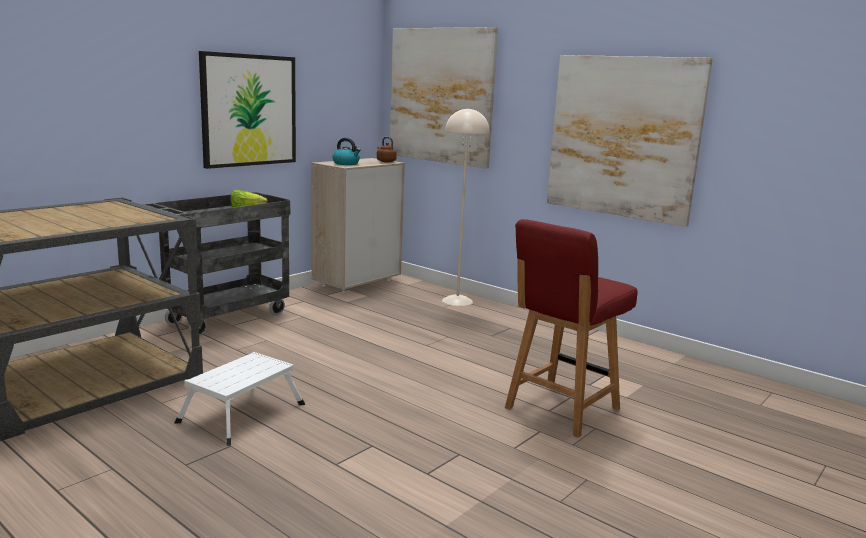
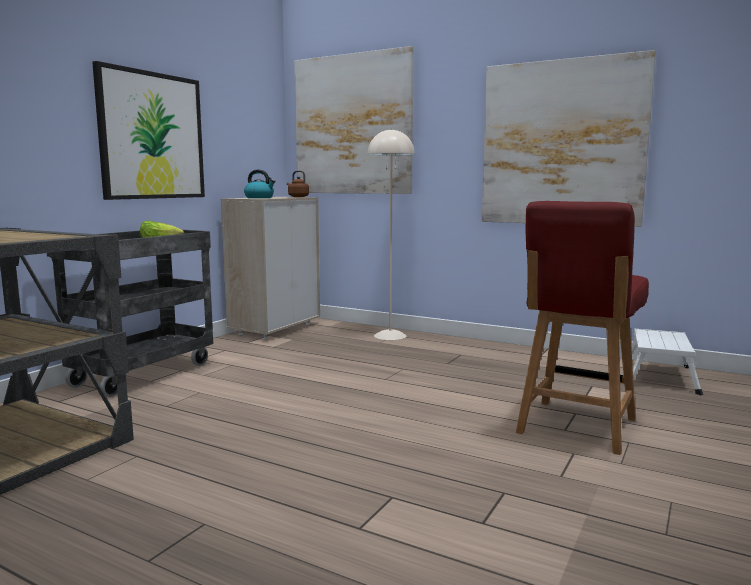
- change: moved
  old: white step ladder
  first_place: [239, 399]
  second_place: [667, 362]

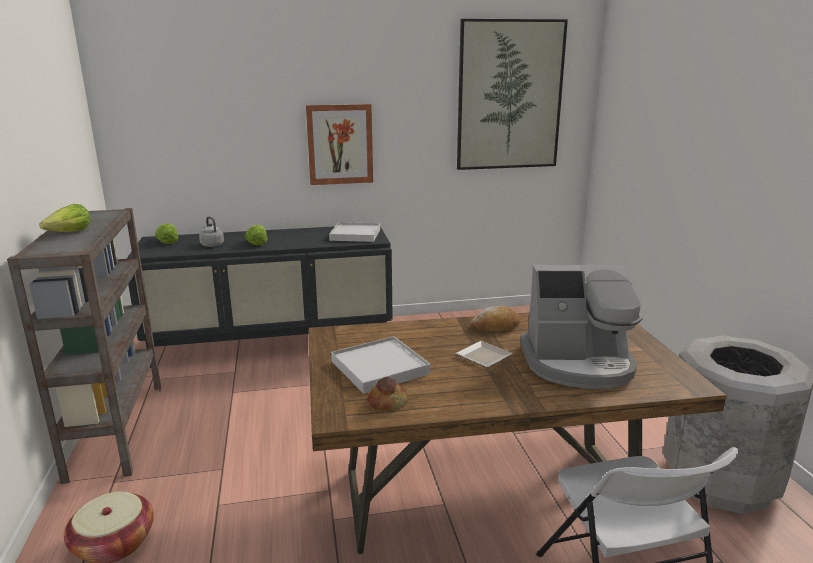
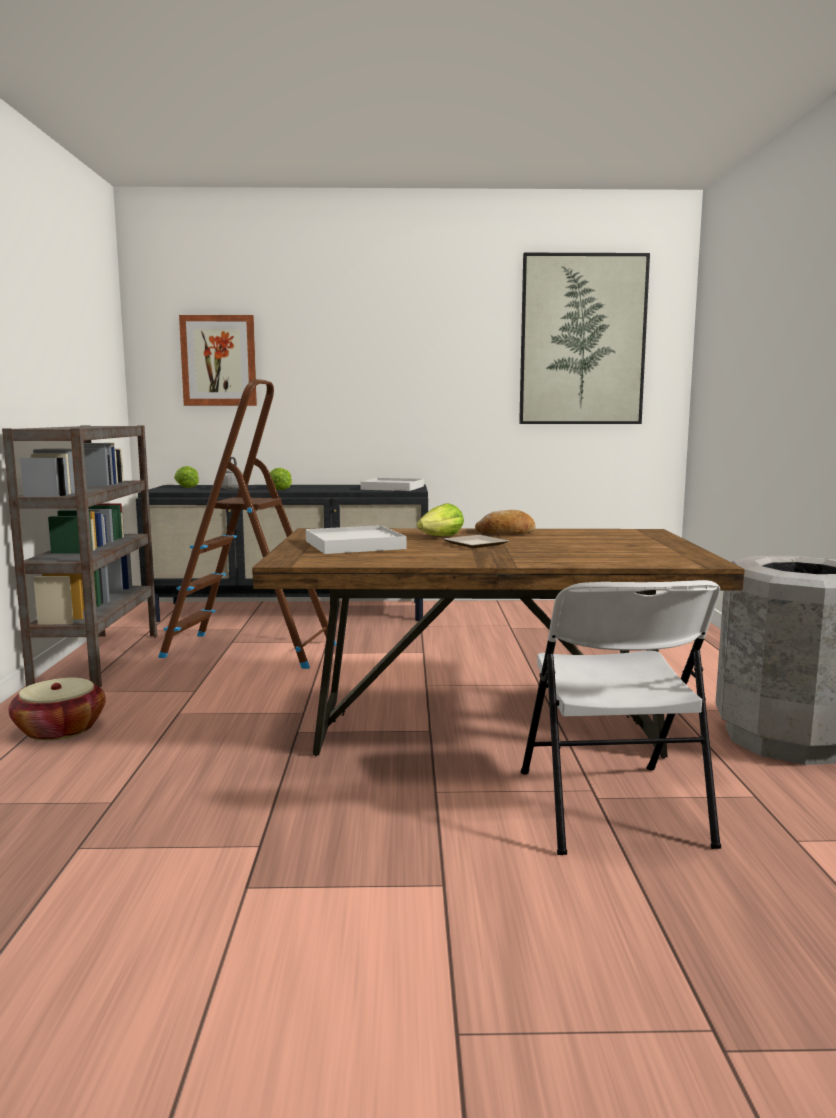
- change: moved
  old: picture
  first_place: [339, 144]
  second_place: [218, 360]
- change: moved
  old: lettuce
  first_place: [64, 218]
  second_place: [440, 519]
- change: removed
  old: coffee machine
  first_place: [581, 327]
- change: removed
  old: bread
  first_place: [387, 394]
- change: added
  new: brown step ladder
  second_place: [247, 524]

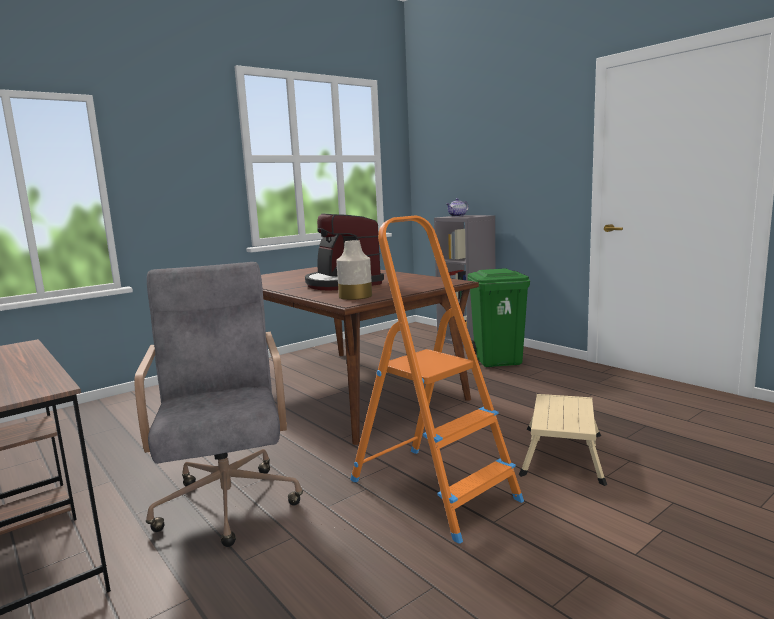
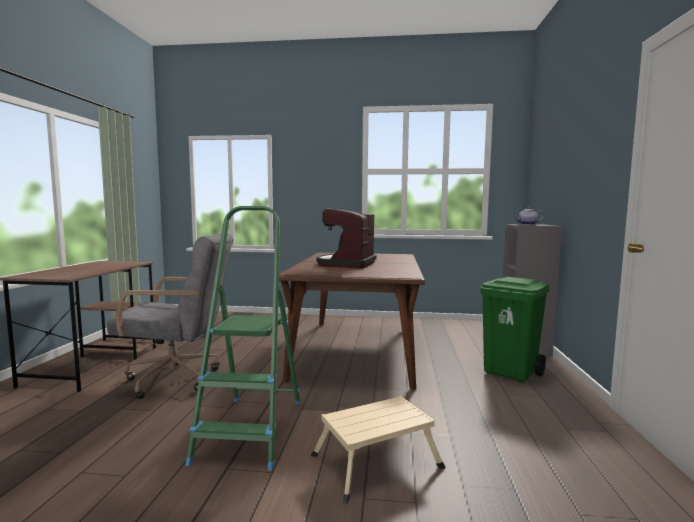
- change: recoloured
  old: orange step ladder
  new: green step ladder
  first_place: [437, 380]
  second_place: [242, 338]
- change: removed
  old: beige vase
  first_place: [354, 270]
- change: turned
  old: grey office chair
  first_place: [218, 404]
  second_place: [170, 316]
  degrees: 60

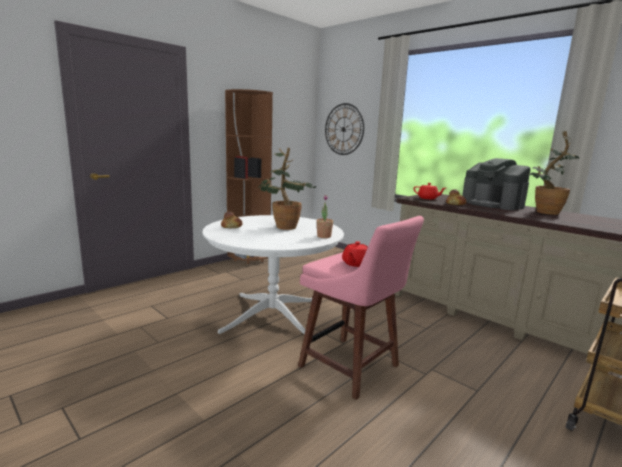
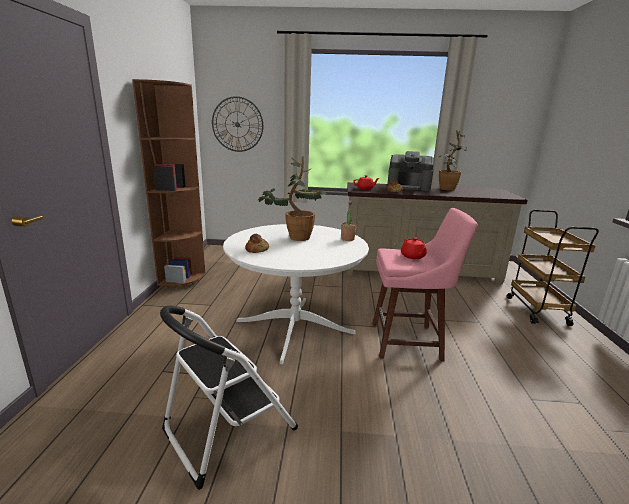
- change: added
  new: step ladder
  second_place: [229, 398]

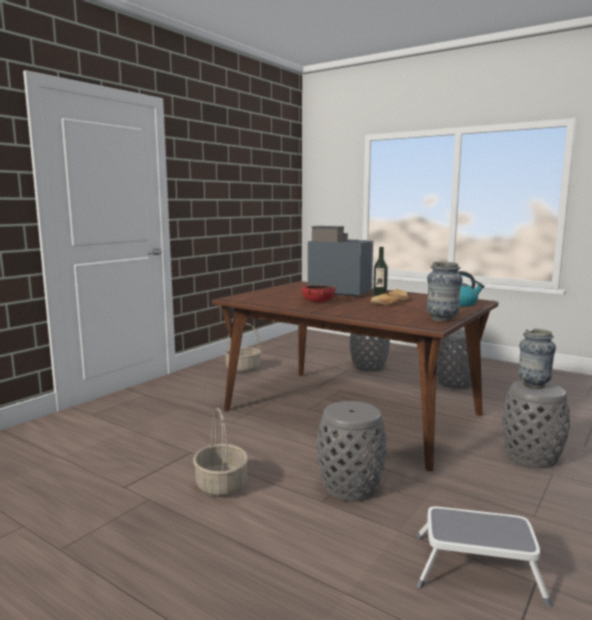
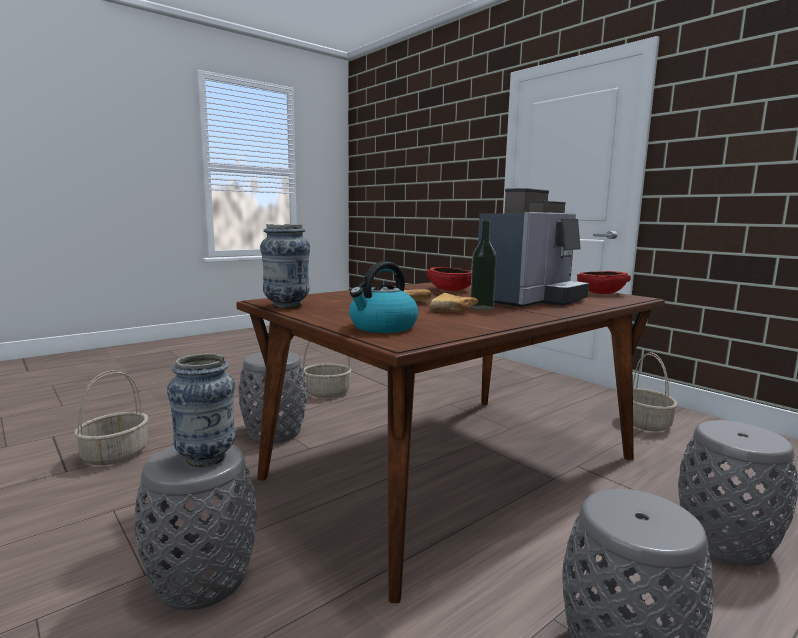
- change: replaced
  old: grey step ladder
  new: basket
  first_place: [484, 557]
  second_place: [111, 418]
- change: added
  new: red bowl
  second_place: [604, 282]

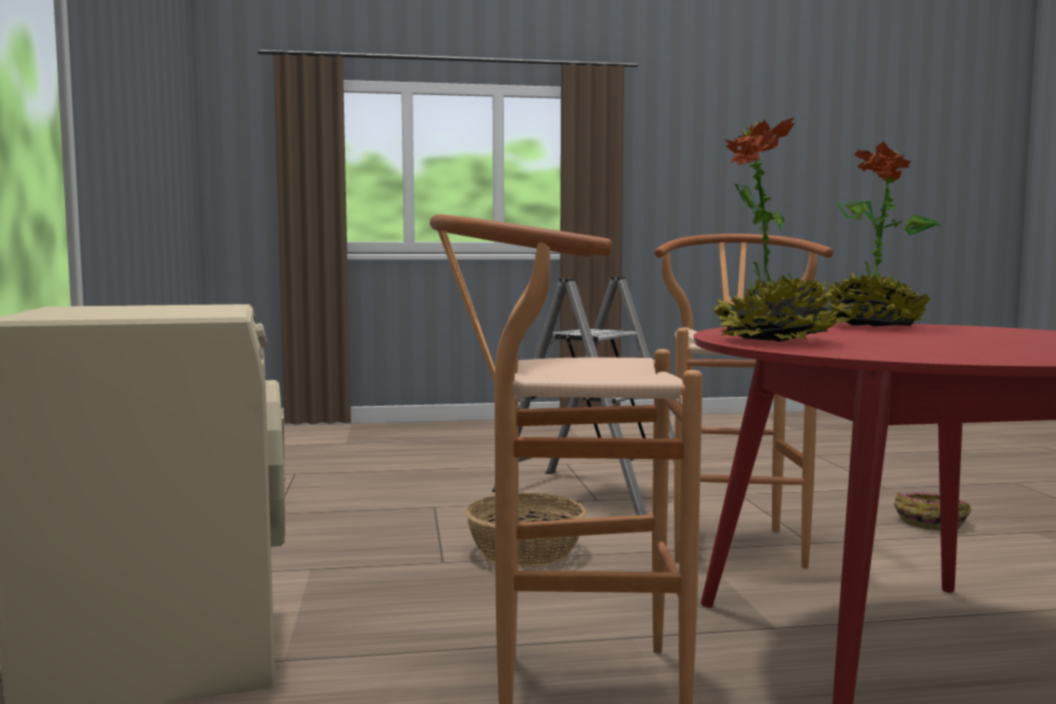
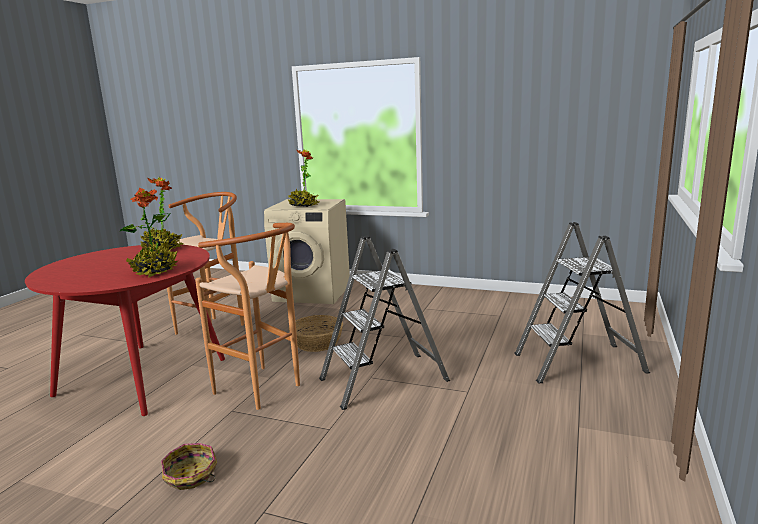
- change: added
  new: potted plant
  second_place: [303, 178]
- change: added
  new: grey step ladder
  second_place: [582, 302]

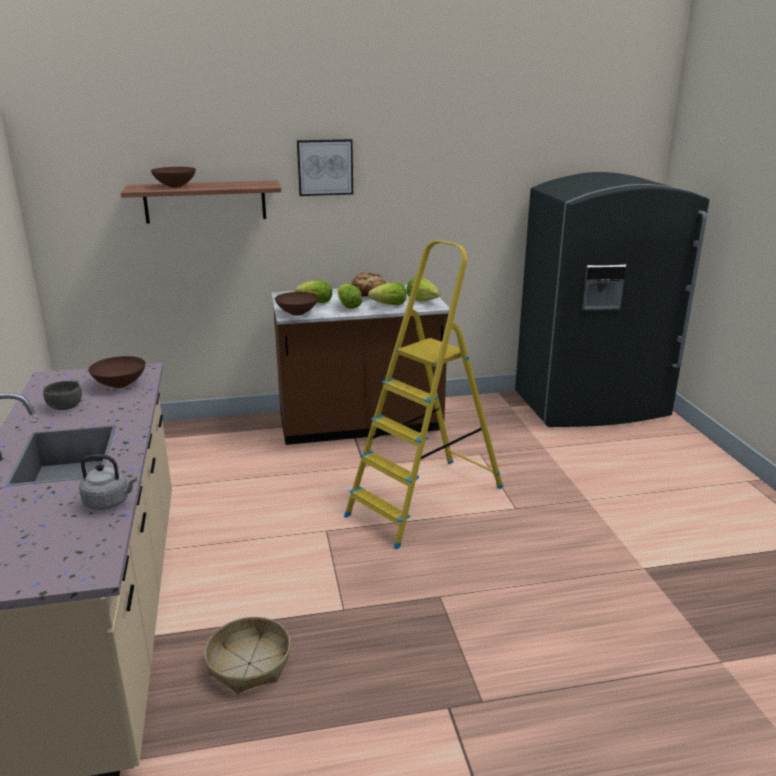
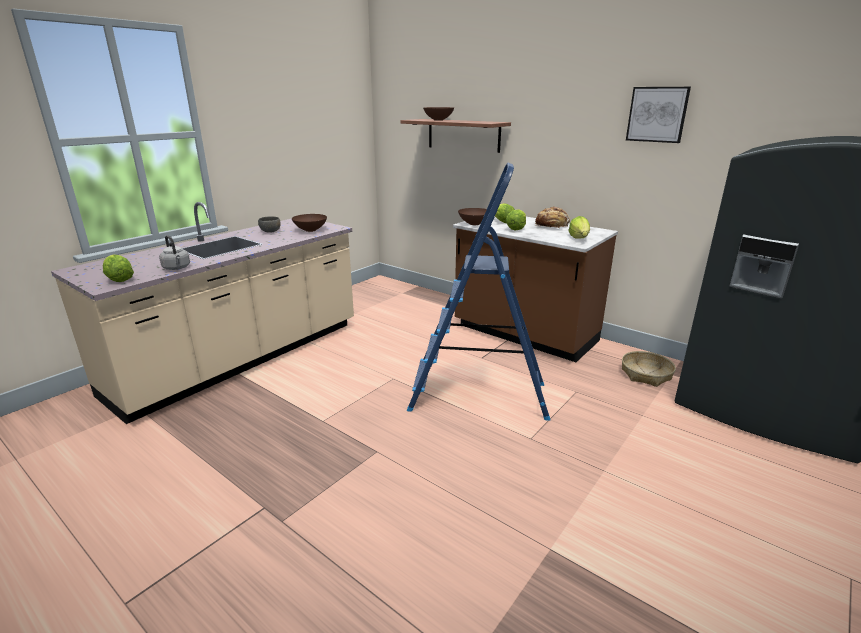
- change: moved
  old: picture
  first_place: [325, 167]
  second_place: [658, 115]
- change: recoloured
  old: yellow step ladder
  new: blue step ladder
  first_place: [423, 394]
  second_place: [478, 292]
- change: moved
  old: lettuce
  first_place: [387, 293]
  second_place: [118, 268]
- change: moved
  old: basket
  first_place: [247, 655]
  second_place: [649, 369]

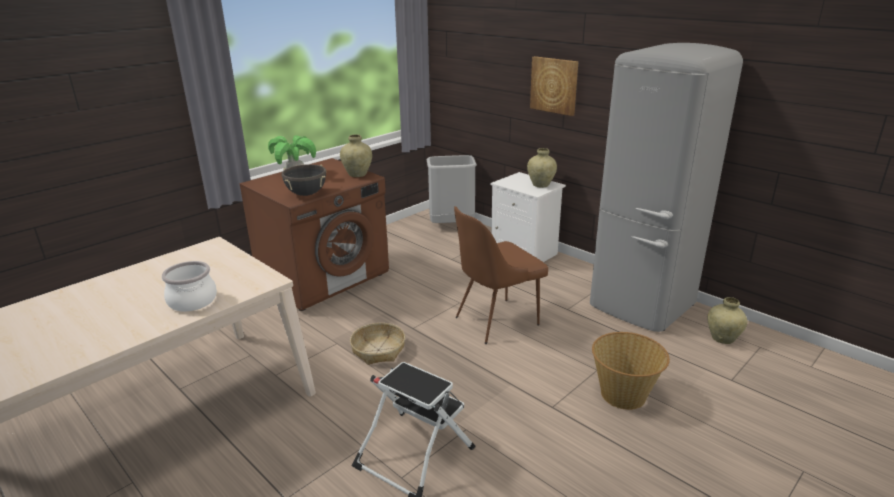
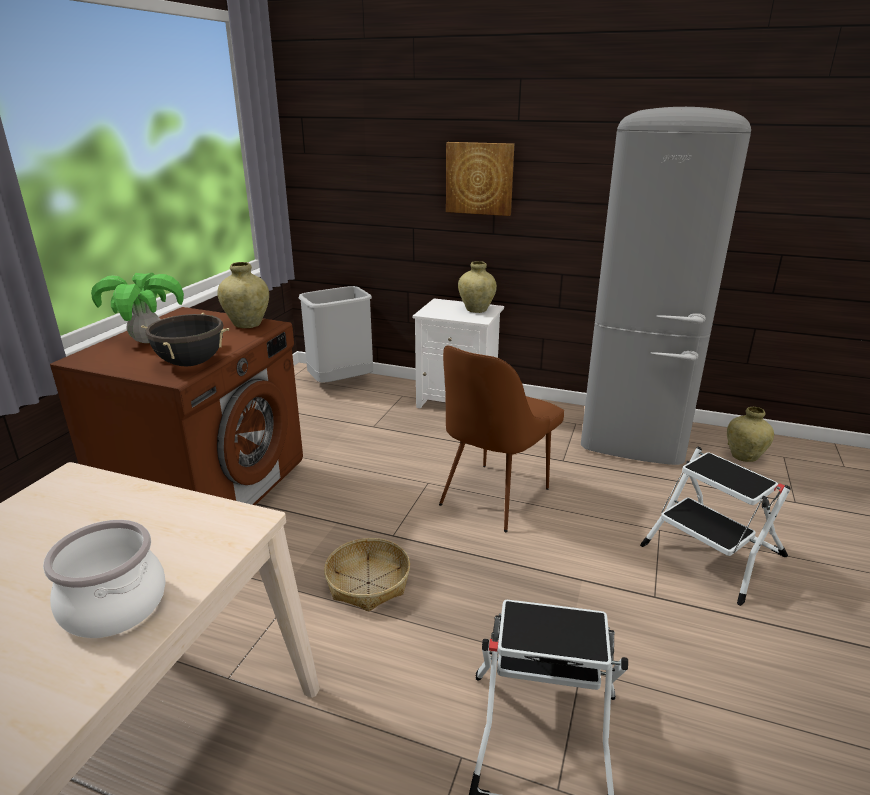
- change: replaced
  old: basket
  new: step ladder
  first_place: [631, 371]
  second_place: [715, 526]

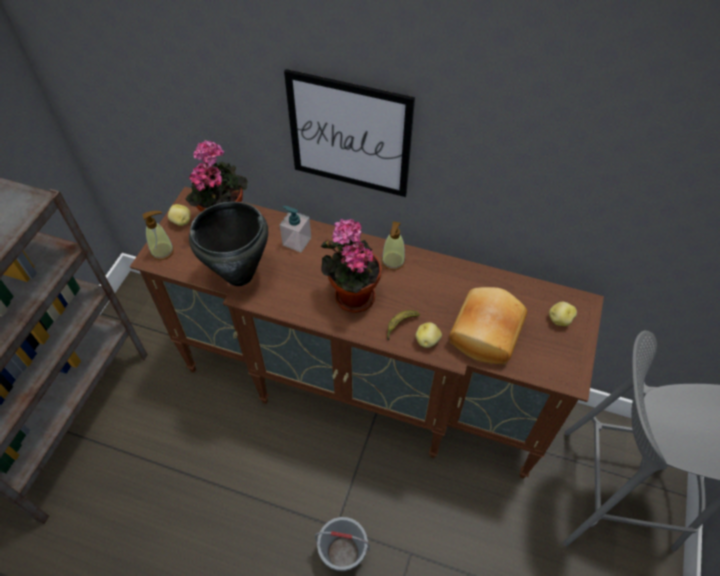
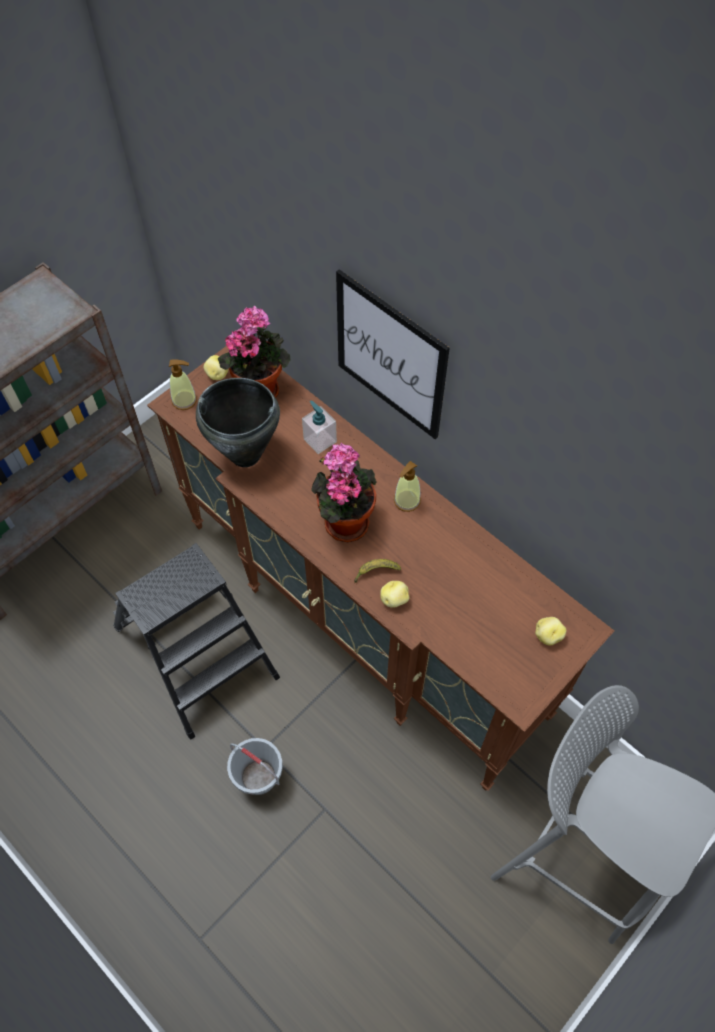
- change: removed
  old: bread
  first_place: [488, 325]
- change: added
  new: black step ladder
  second_place: [196, 641]

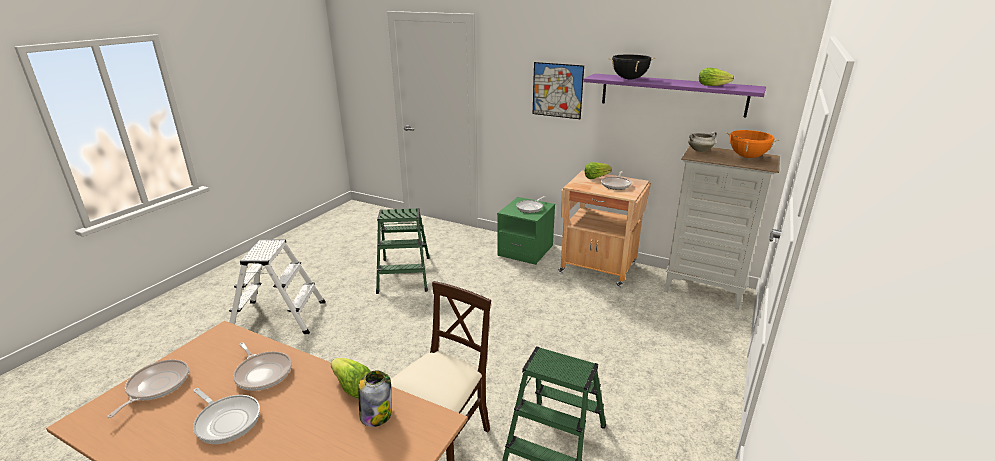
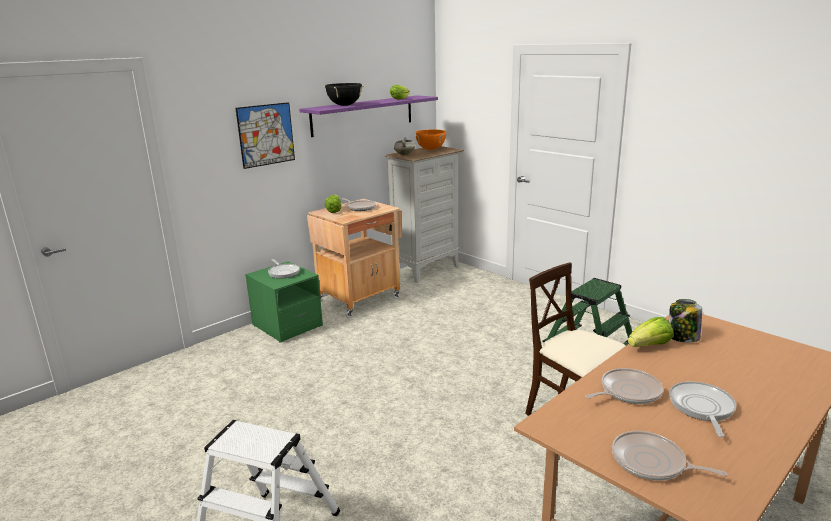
- change: removed
  old: green step ladder
  first_place: [403, 251]
- change: turned
  old: frying pan
  first_place: [226, 416]
  second_place: [702, 409]
  degrees: -45

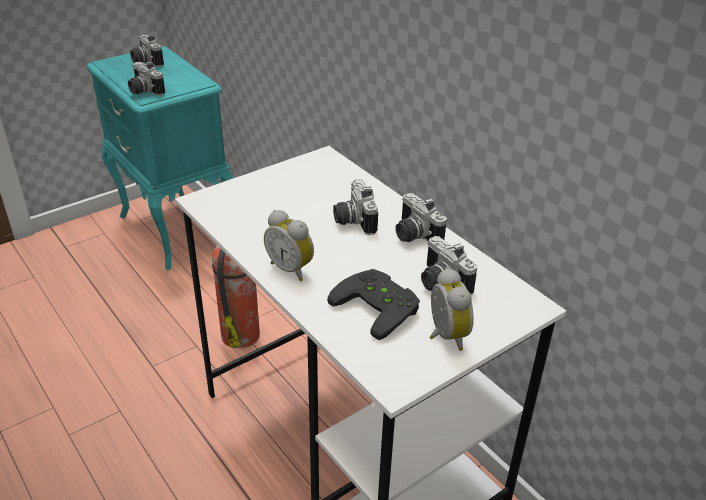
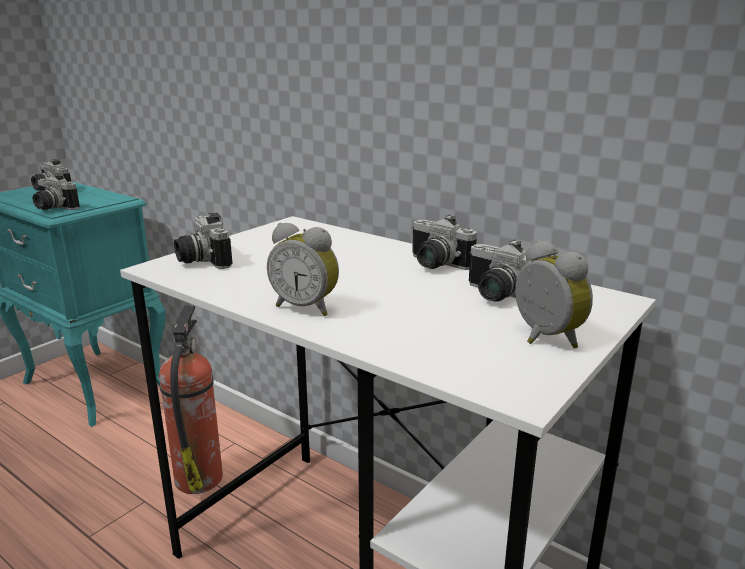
- change: moved
  old: photo camera
  first_place: [355, 207]
  second_place: [203, 241]
- change: removed
  old: black game controller
  first_place: [373, 304]

